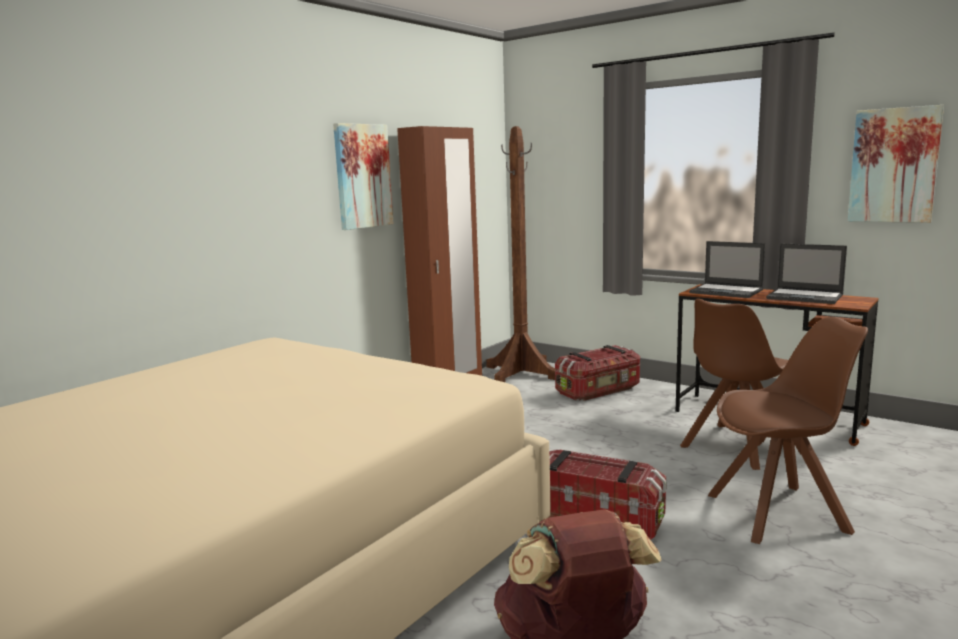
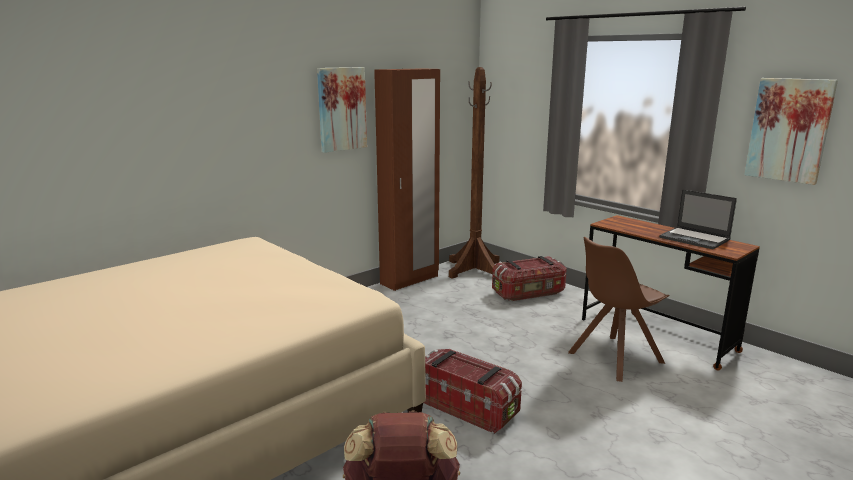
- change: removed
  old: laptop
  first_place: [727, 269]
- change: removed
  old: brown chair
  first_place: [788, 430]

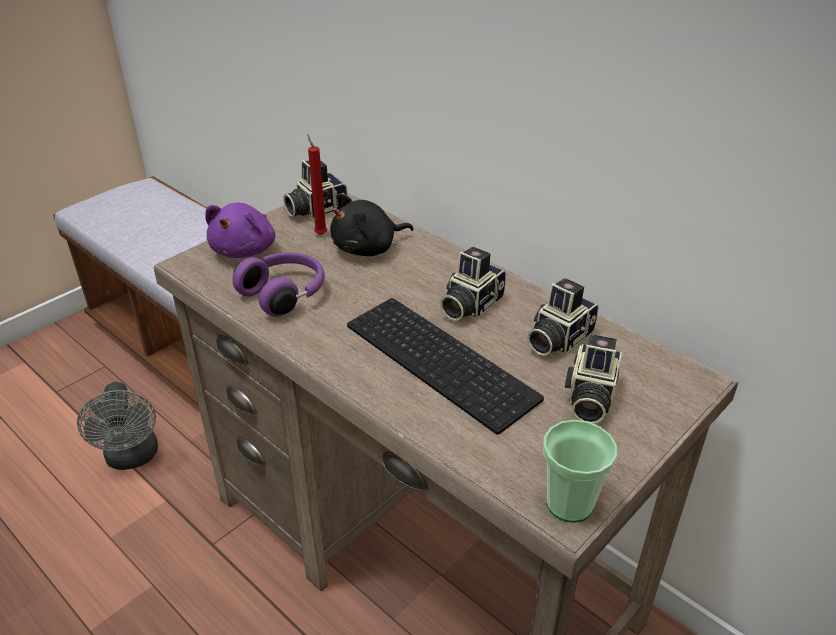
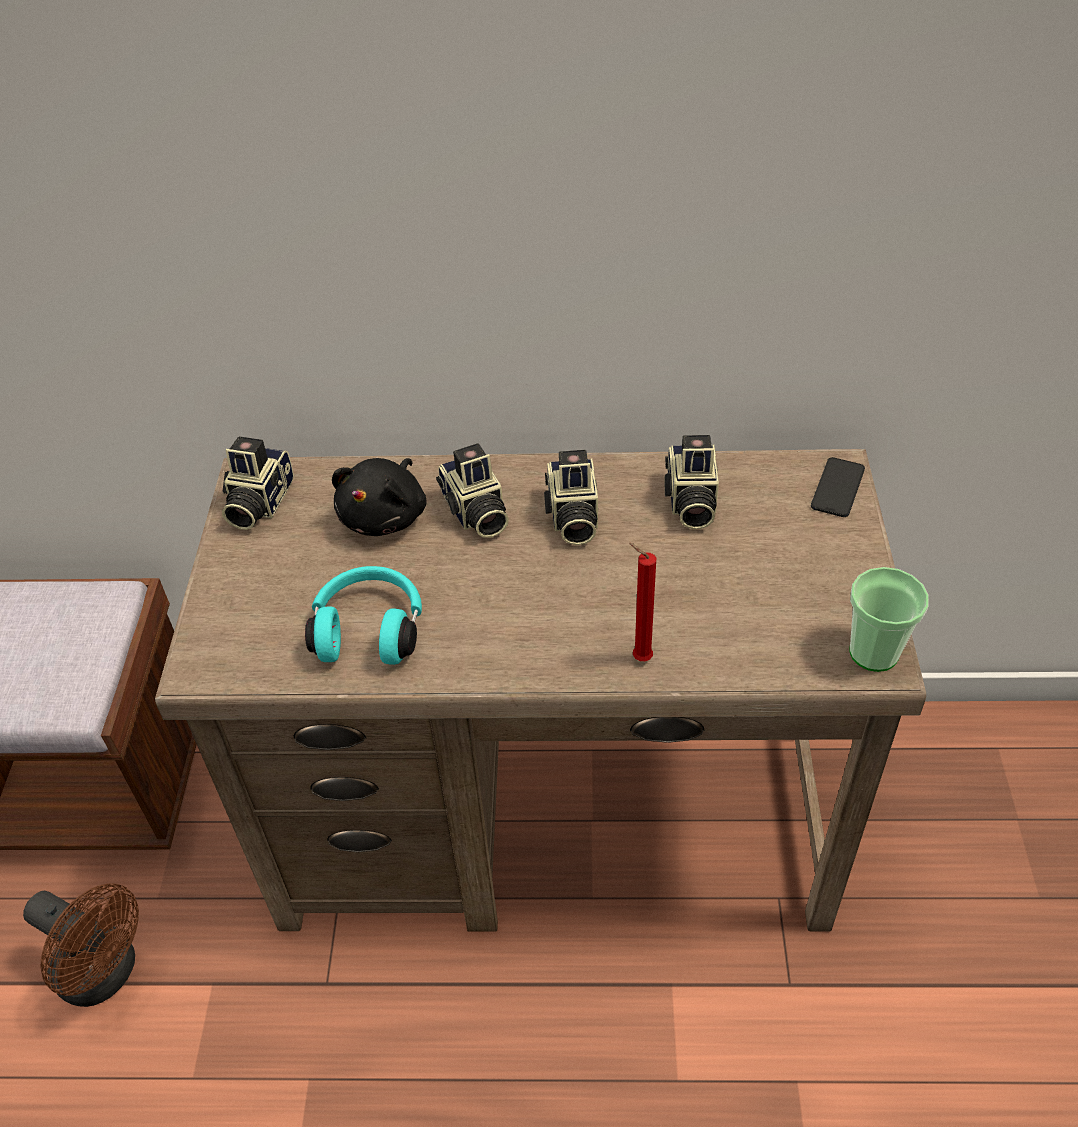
- change: moved
  old: red candle
  first_place: [317, 184]
  second_place: [642, 602]
- change: removed
  old: purple plush toy
  first_place: [240, 230]
- change: recoloured
  old: purple headphones
  new: turquoise headphones
  first_place: [278, 284]
  second_place: [363, 615]
- change: removed
  old: keyboard
  first_place: [445, 366]
- change: moved
  old: photo camera
  first_place: [593, 379]
  second_place: [472, 490]
- change: recoloured
  old: grey fan
  new: brown fan
  first_place: [117, 426]
  second_place: [81, 945]
- change: added
  new: phone
  second_place: [838, 487]

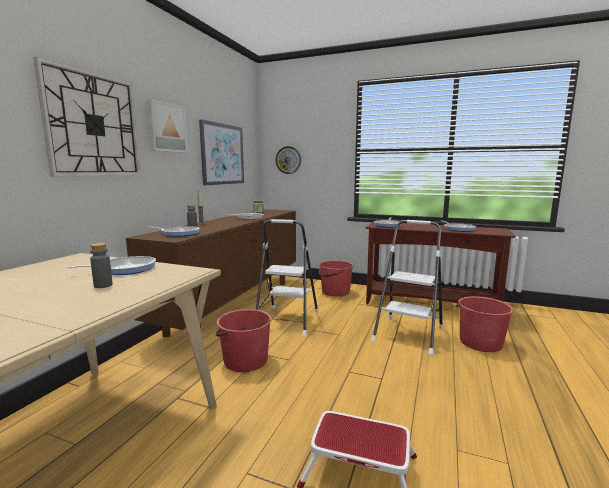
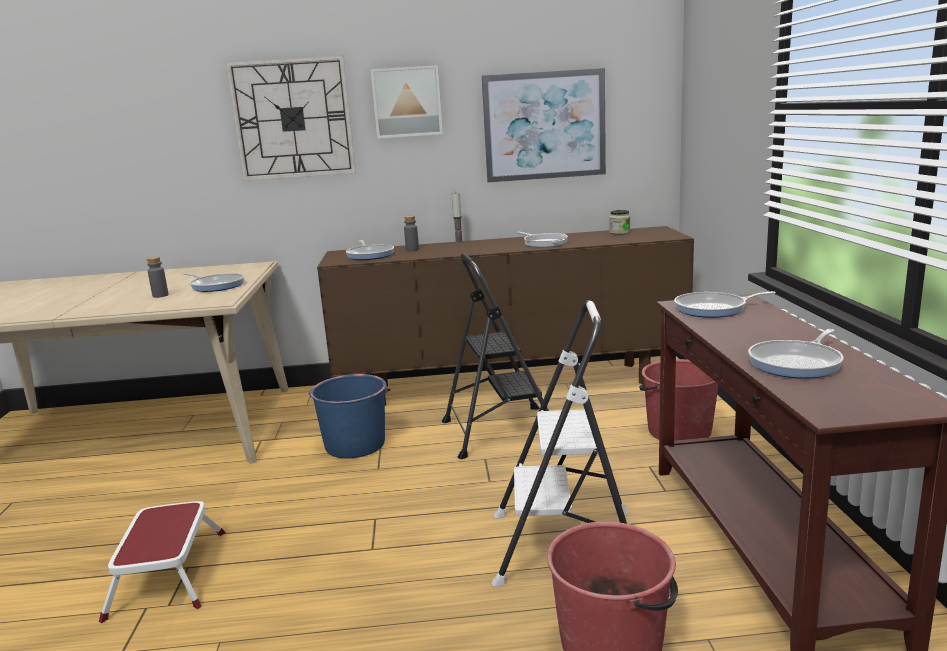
- change: removed
  old: wall clock
  first_place: [288, 160]
- change: recoloured
  old: white step ladder
  new: black step ladder
  first_place: [287, 277]
  second_place: [495, 356]
- change: recoloured
  old: red bucket
  new: blue bucket
  first_place: [243, 340]
  second_place: [349, 416]

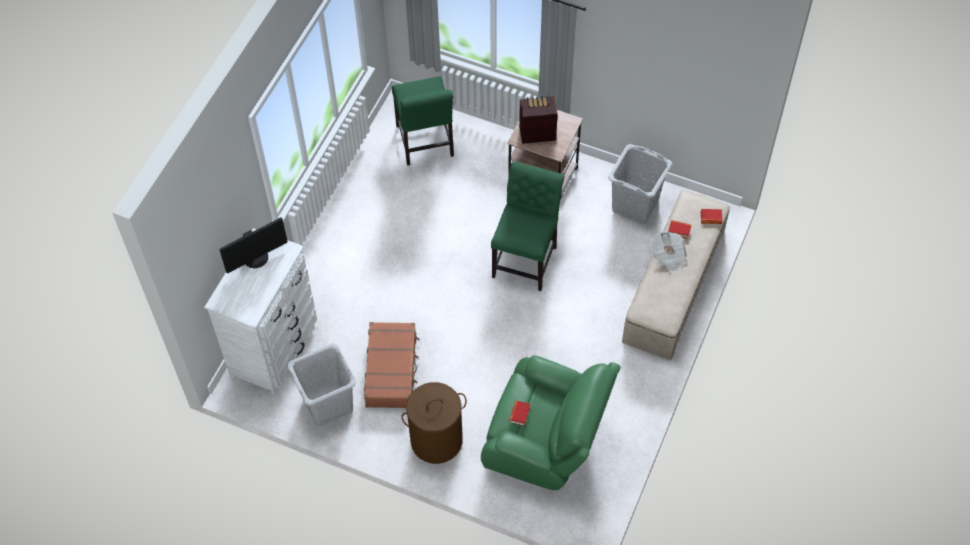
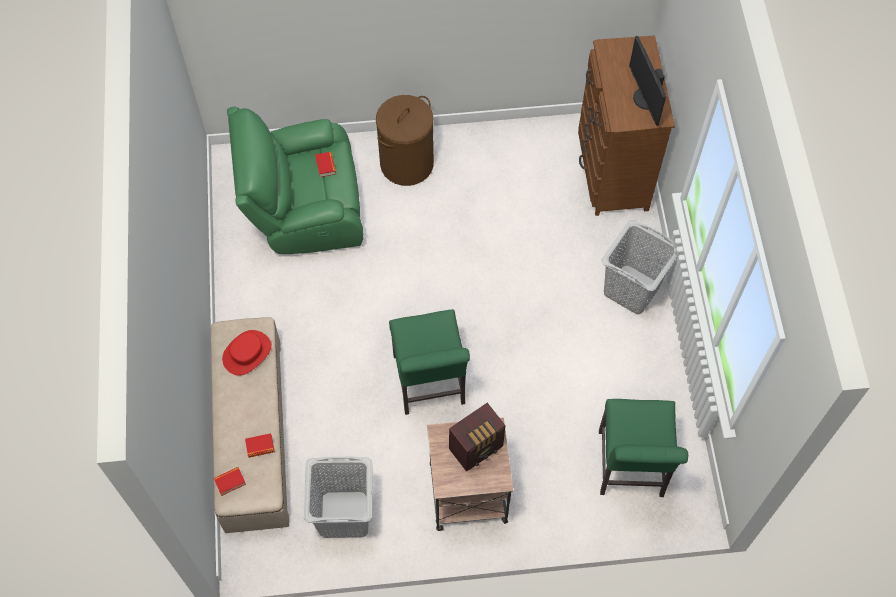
- change: turned
  old: green chair
  first_place: [423, 121]
  second_place: [643, 448]
  degrees: -135
- change: turned
  old: monitor
  first_place: [253, 245]
  second_place: [647, 81]
  degrees: -45
- change: recoloured
  old: white dresser
  new: brown dresser
  first_place: [260, 311]
  second_place: [626, 125]
- change: removed
  old: newspaper
  first_place: [670, 252]
- change: removed
  old: brown suitcase
  first_place: [392, 365]
- change: moved
  old: grey laundry basket
  first_place: [321, 384]
  second_place: [639, 267]
- change: added
  new: red hat
  second_place: [247, 353]

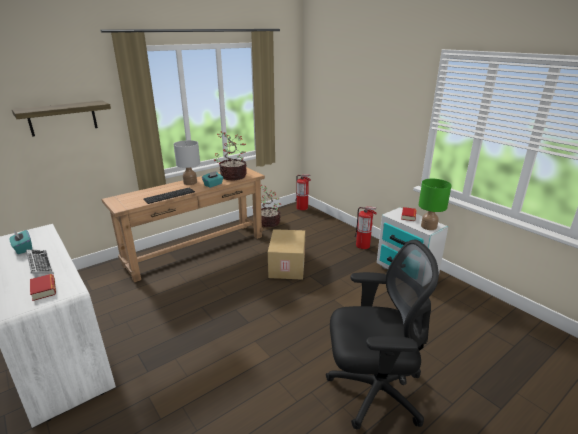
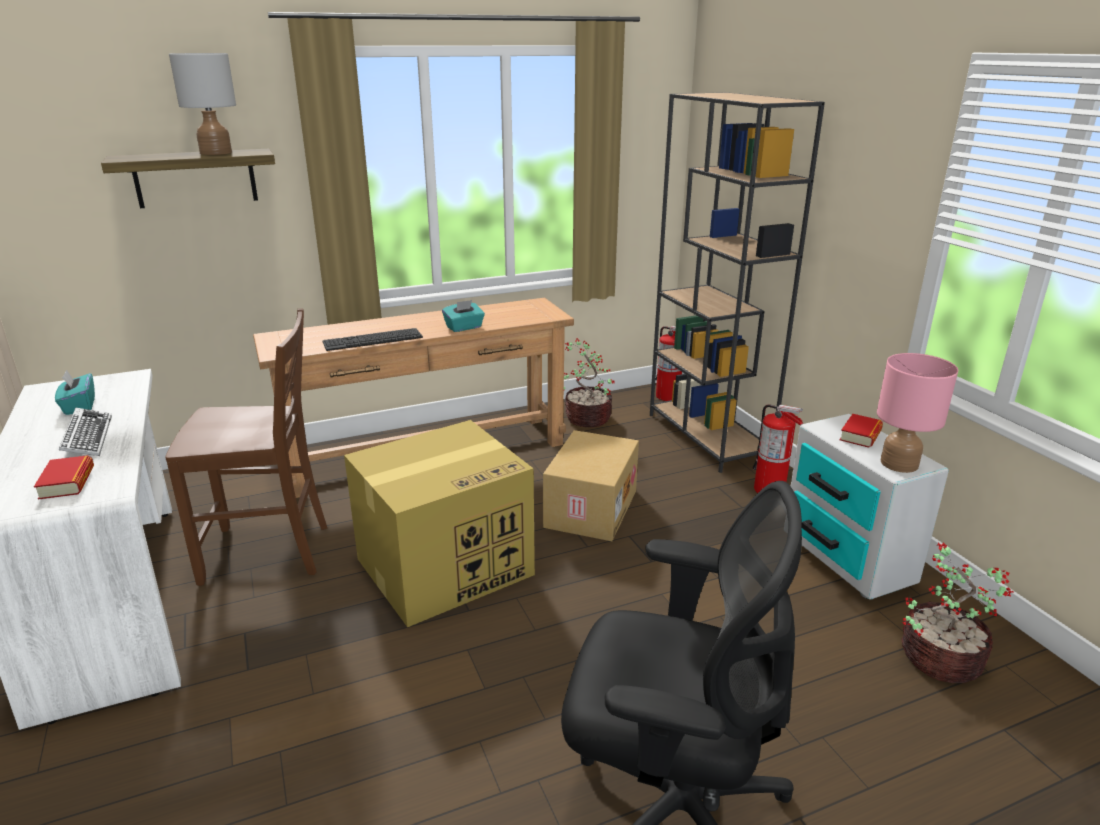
- change: moved
  old: potted plant
  first_place: [230, 156]
  second_place: [958, 612]
- change: moved
  old: grey table lamp
  first_place: [187, 162]
  second_place: [202, 104]
- change: recoloured
  old: green table lamp
  new: pink table lamp
  first_place: [435, 204]
  second_place: [917, 413]
- change: added
  new: bookcase
  second_place: [737, 282]
- change: added
  new: brown chair
  second_place: [246, 447]
- change: added
  new: cardboard box
  second_place: [439, 523]

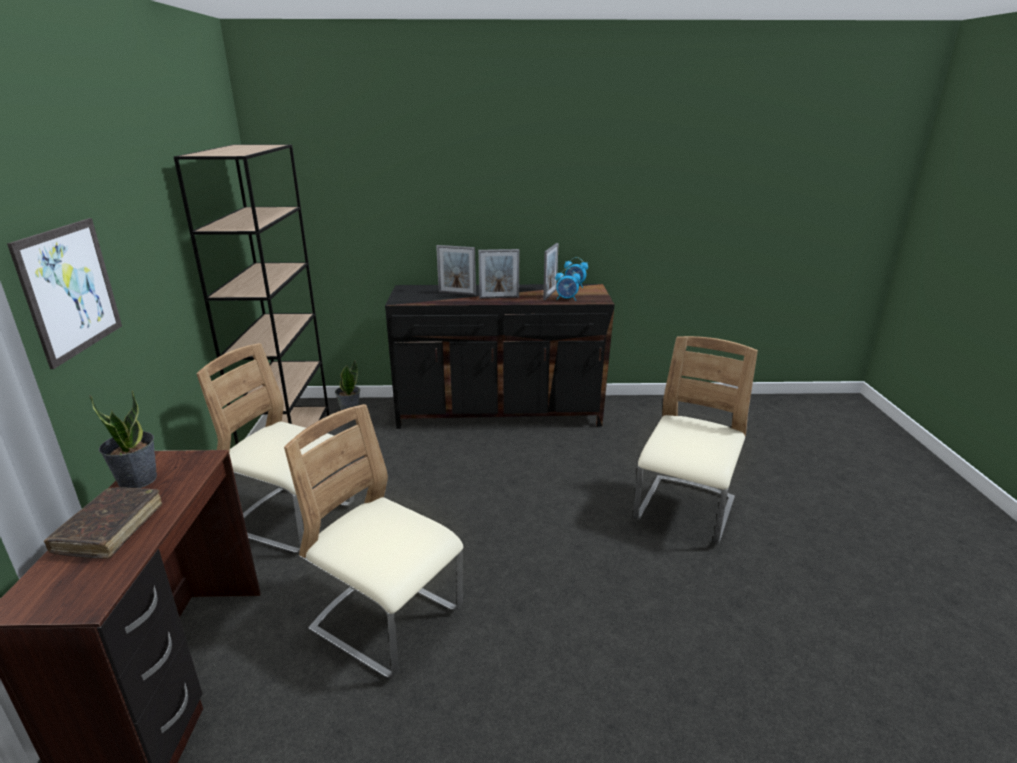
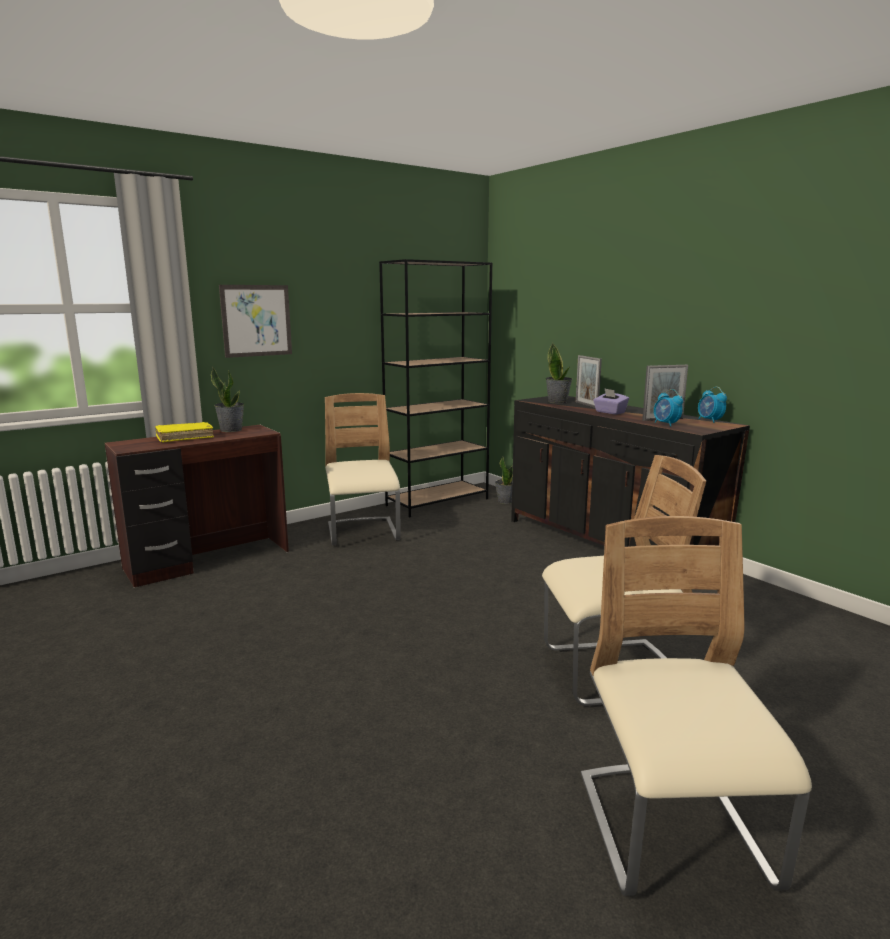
- change: replaced
  old: picture frame
  new: purple tissue box
  first_place: [498, 274]
  second_place: [611, 401]
- change: moved
  old: beige chair
  first_place: [373, 541]
  second_place: [696, 706]
- change: recoloured
  old: brown book
  new: yellow book
  first_place: [103, 523]
  second_place: [184, 432]
- change: added
  new: potted plant
  second_place: [559, 373]

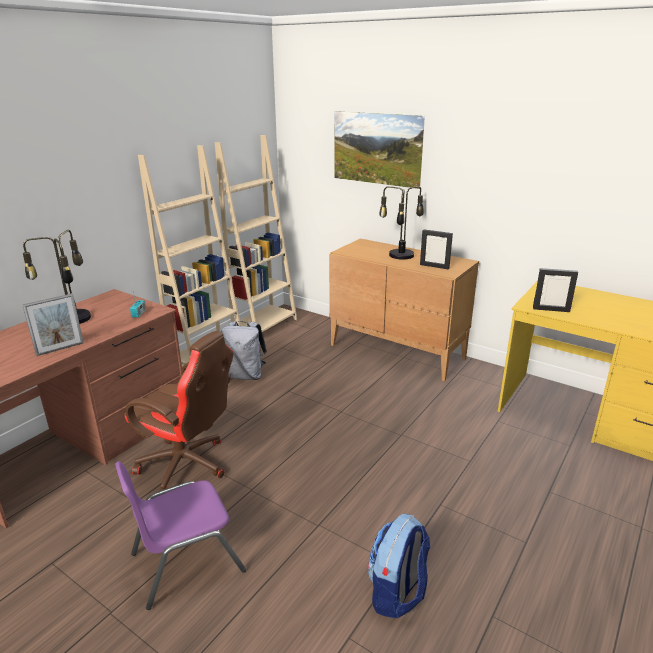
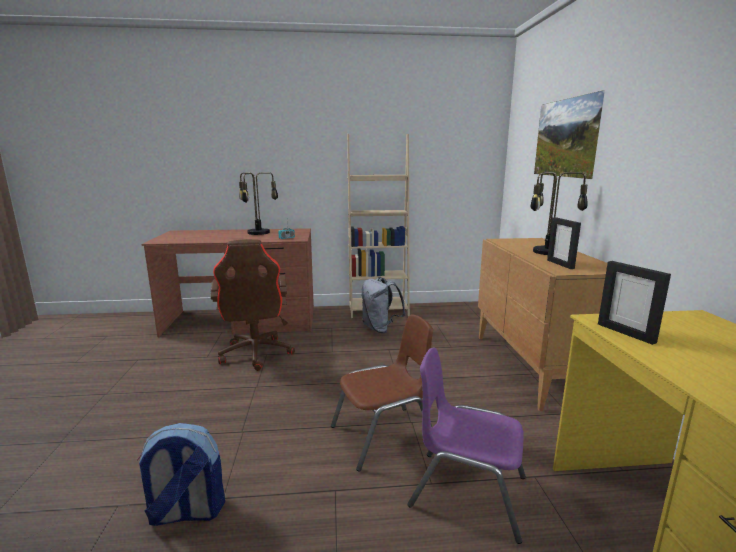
- change: removed
  old: beige bookcase
  first_place: [256, 233]
- change: removed
  old: picture frame
  first_place: [53, 324]
- change: moved
  old: purple chair
  first_place: [180, 535]
  second_place: [466, 445]
- change: added
  new: brown chair
  second_place: [382, 393]

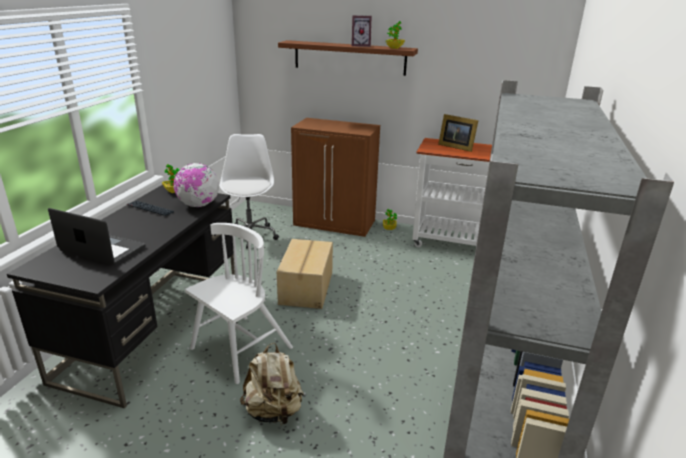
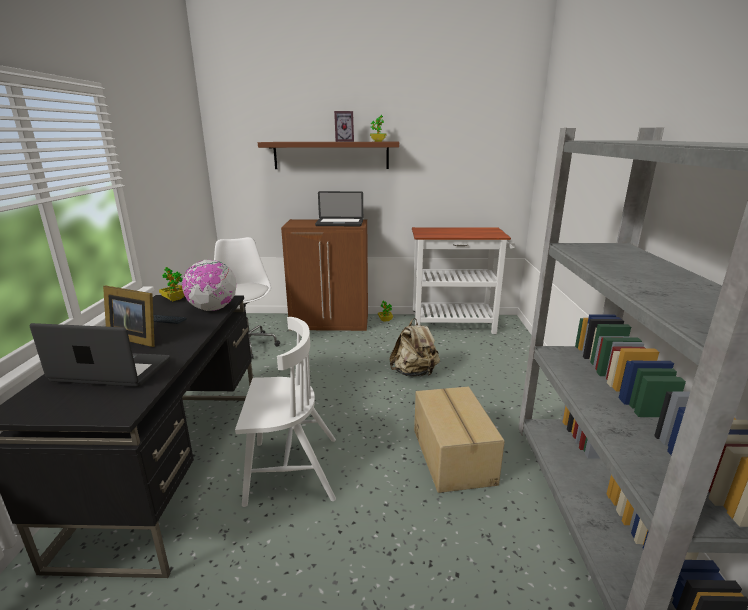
- change: moved
  old: picture frame
  first_place: [458, 133]
  second_place: [129, 316]
- change: turned
  old: white chair
  first_place: [239, 303]
  second_place: [285, 412]
  degrees: 60
- change: moved
  old: cardboard box
  first_place: [305, 274]
  second_place: [459, 440]
- change: moved
  old: beige backpack
  first_place: [272, 384]
  second_place: [414, 347]
- change: added
  new: laptop
  second_place: [339, 208]

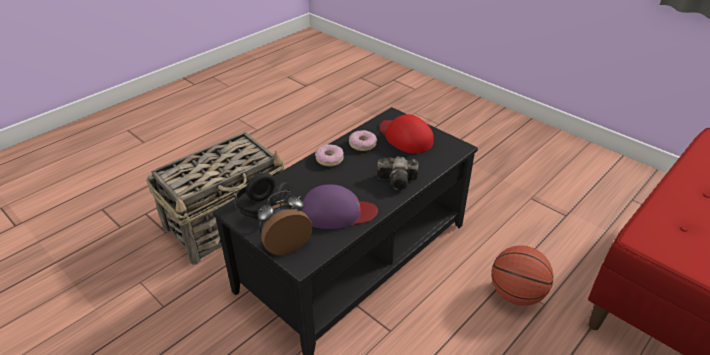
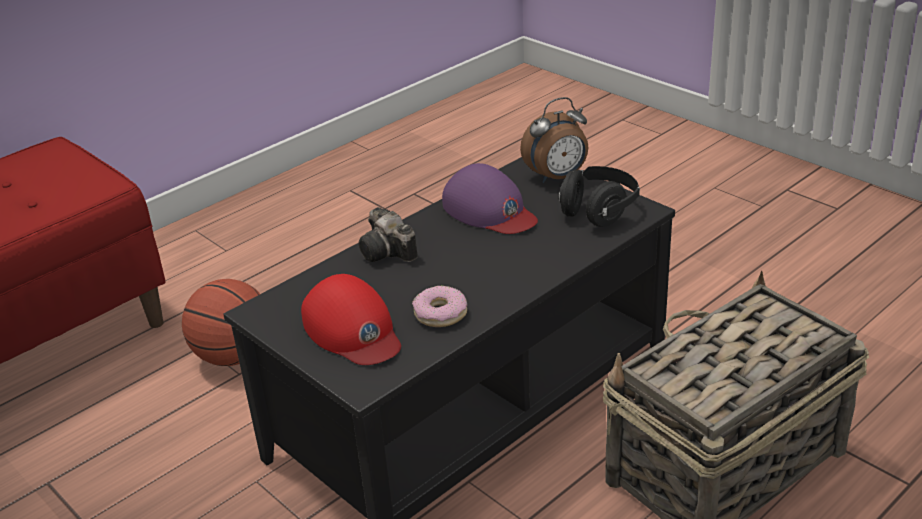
- change: removed
  old: donut
  first_place: [329, 155]
- change: turned
  old: photo camera
  first_place: [398, 173]
  second_place: [388, 234]
  degrees: -135
- change: turned
  old: purple cap
  first_place: [339, 206]
  second_place: [490, 198]
  degrees: -135

